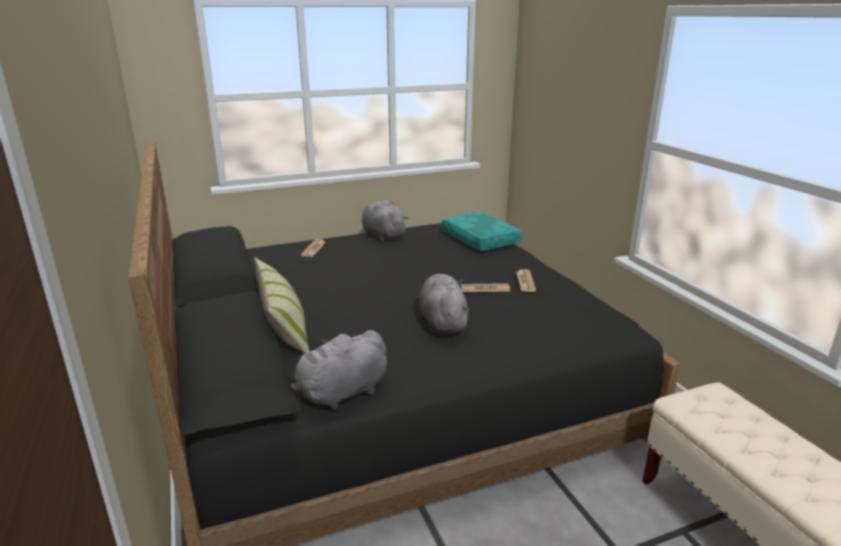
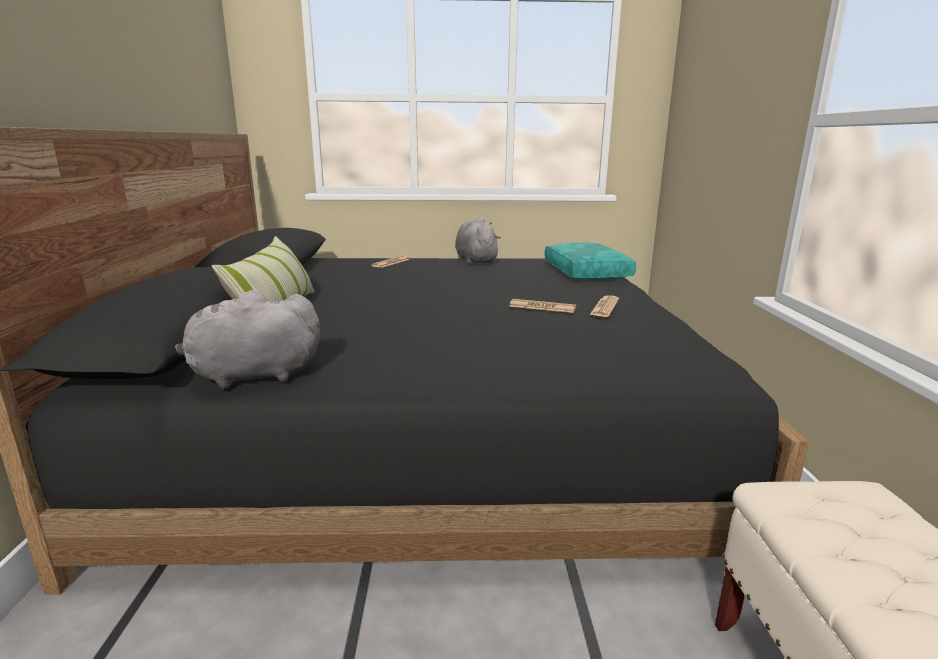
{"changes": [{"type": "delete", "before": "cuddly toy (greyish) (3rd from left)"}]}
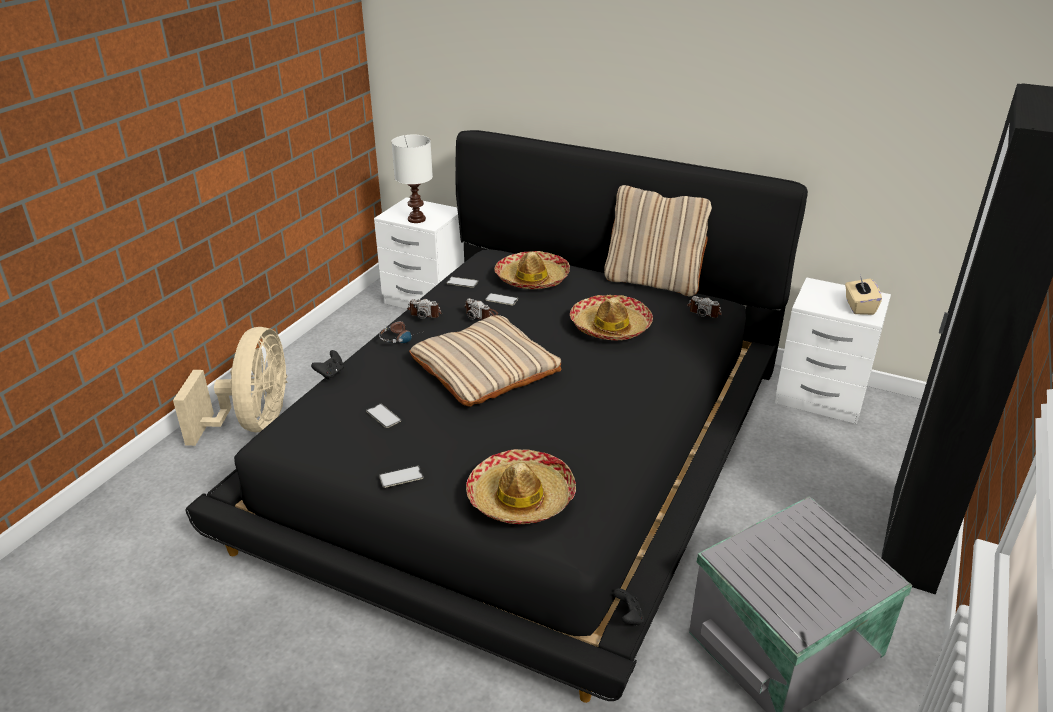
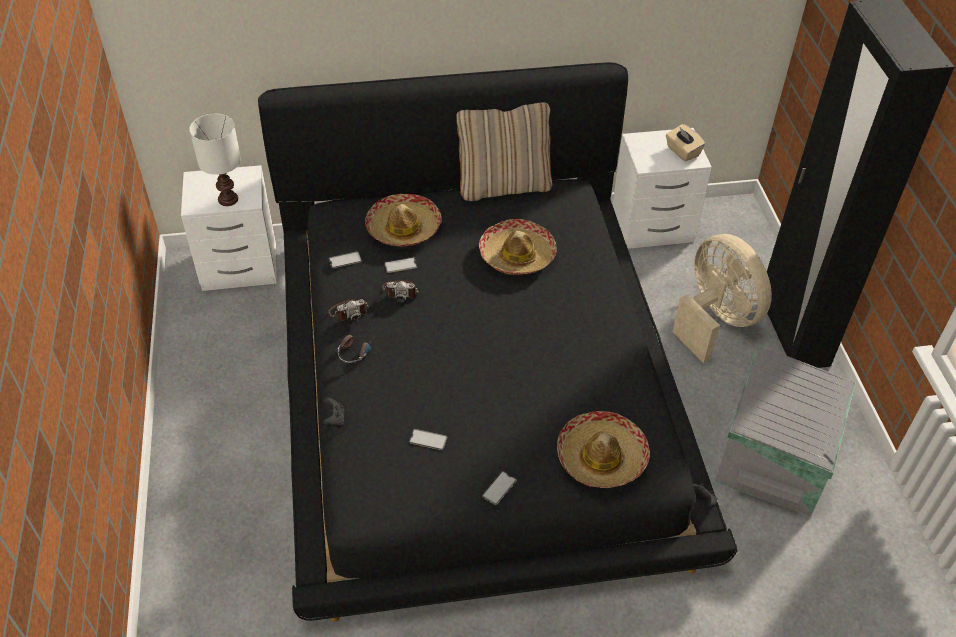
{"changes": [{"type": "move", "before": "electric fan (sand-coloured)"}, {"type": "delete", "before": "throw pillow (sand-coloured) (1st from left)"}, {"type": "delete", "before": "still camera (3rd from left)"}]}
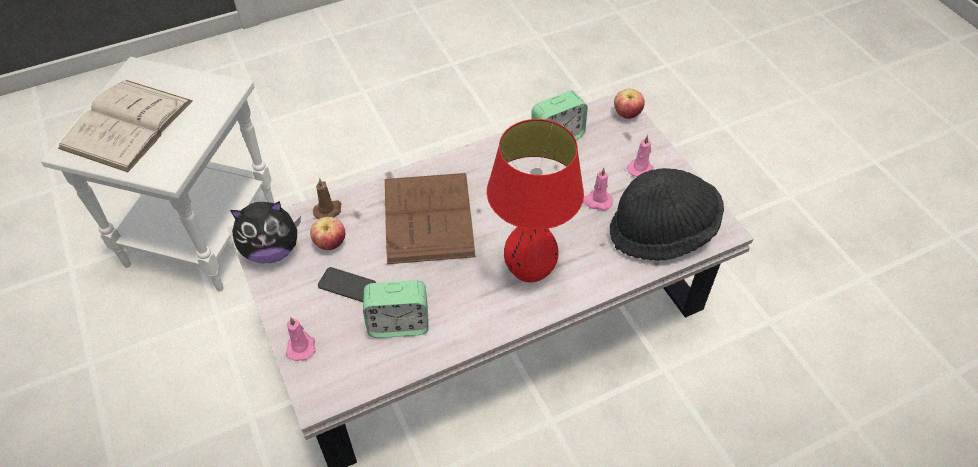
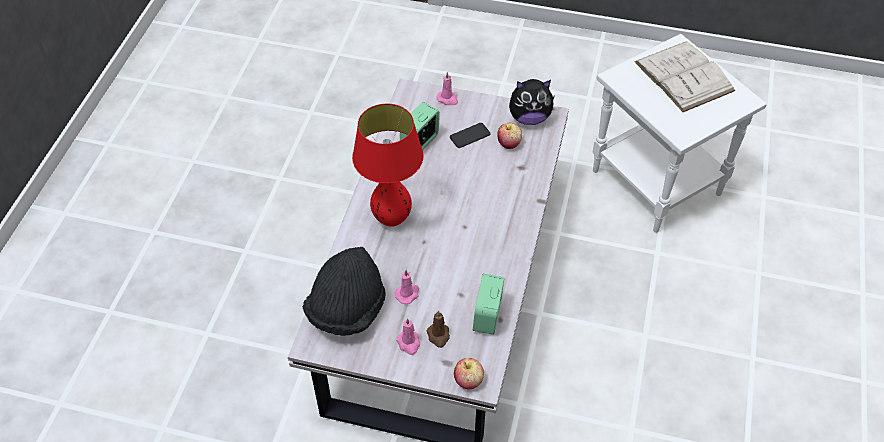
{"changes": [{"type": "rotate", "before": "cuddly toy", "turn": -120}, {"type": "move", "before": "wax candle (brownish)"}, {"type": "delete", "before": "book (brownish)"}]}
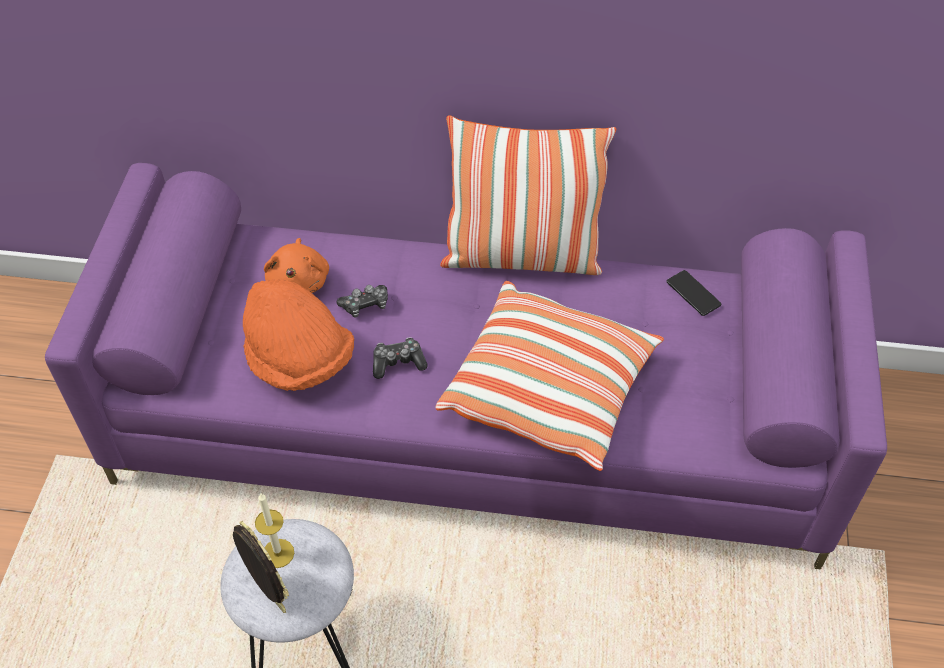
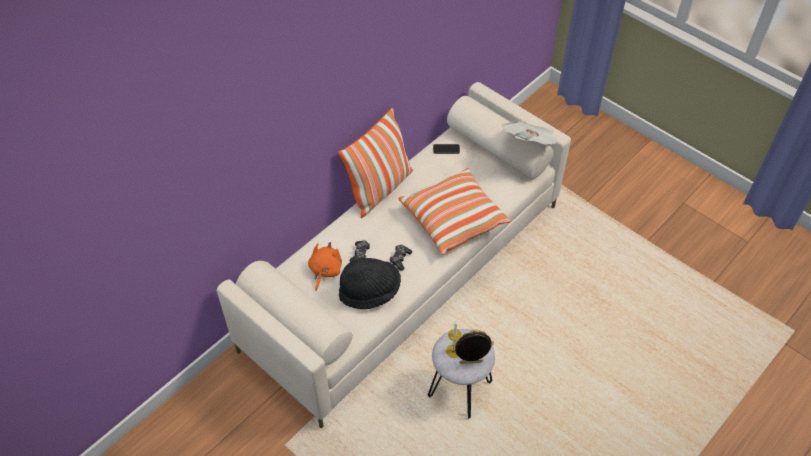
{"changes": [{"type": "recolor", "before": "settee (purple-coloured)", "after": "settee (sand-coloured)"}, {"type": "recolor", "before": "clothing hat (orange)", "after": "clothing hat (blackish)"}, {"type": "rotate", "before": "cuddly toy (orange)", "turn": -105}, {"type": "insert", "after": "printed paper"}]}
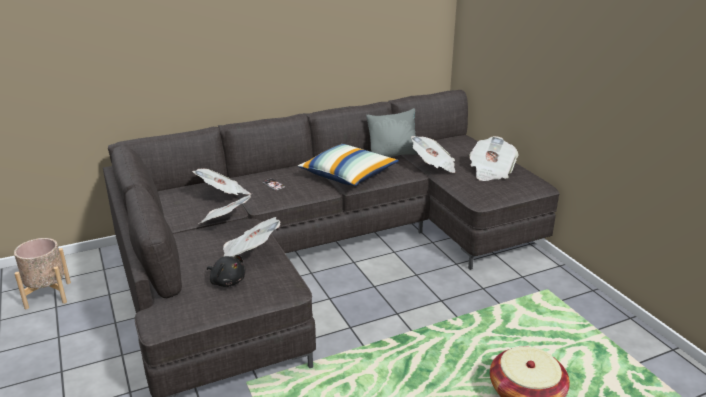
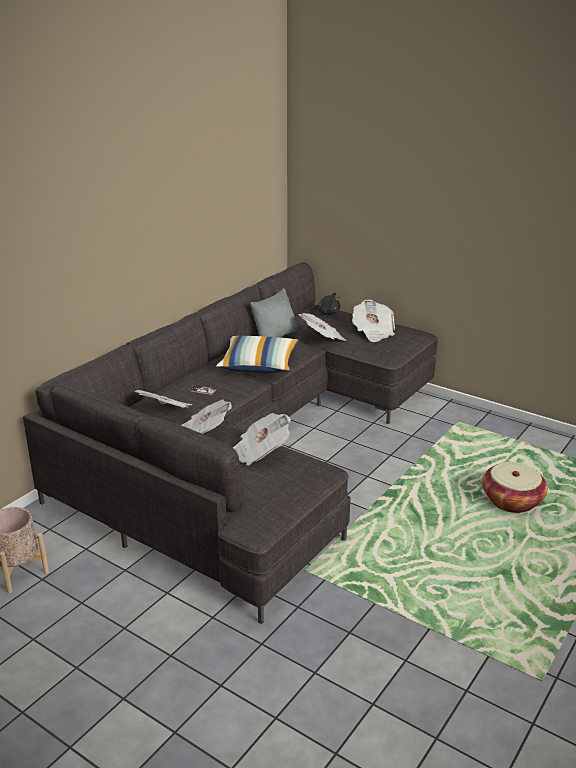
{"changes": [{"type": "move", "before": "cuddly toy (blackish)"}]}
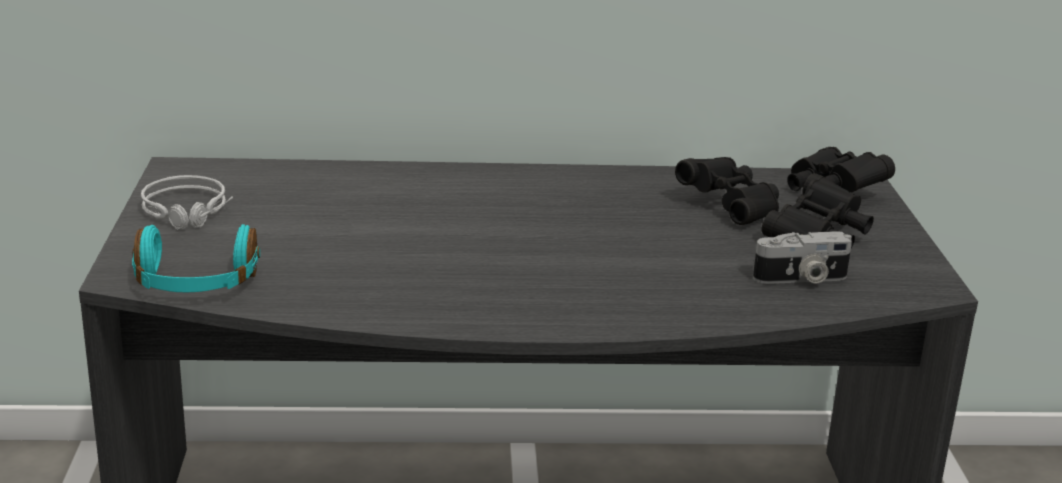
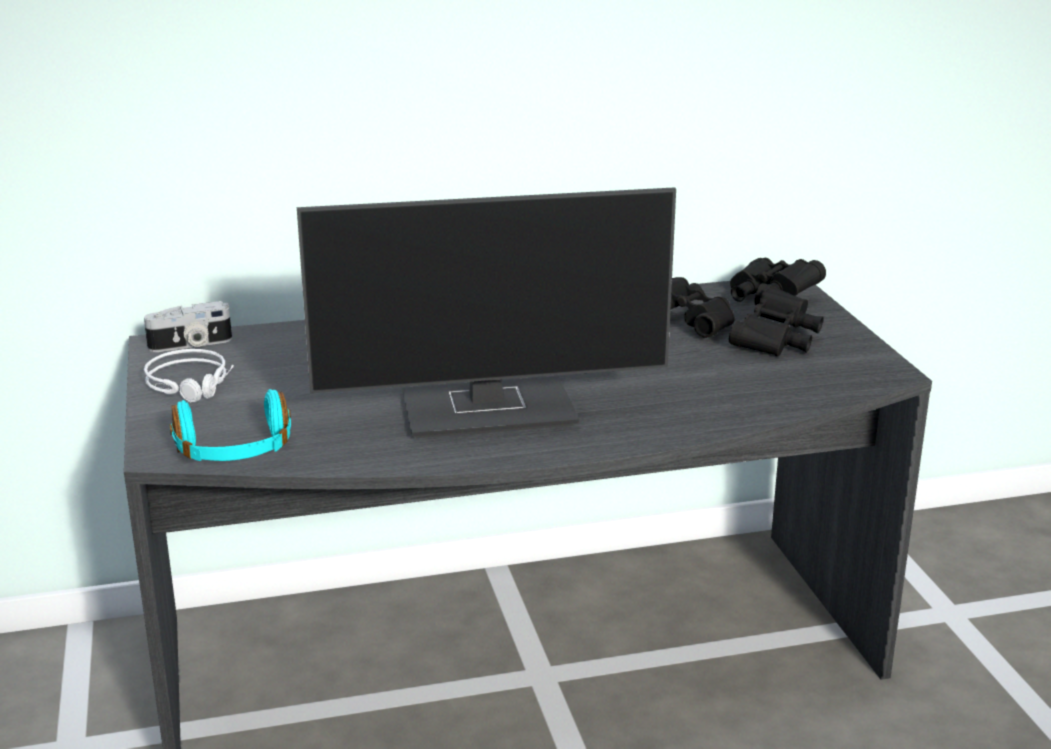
{"changes": [{"type": "move", "before": "still camera"}, {"type": "insert", "after": "computer display"}]}
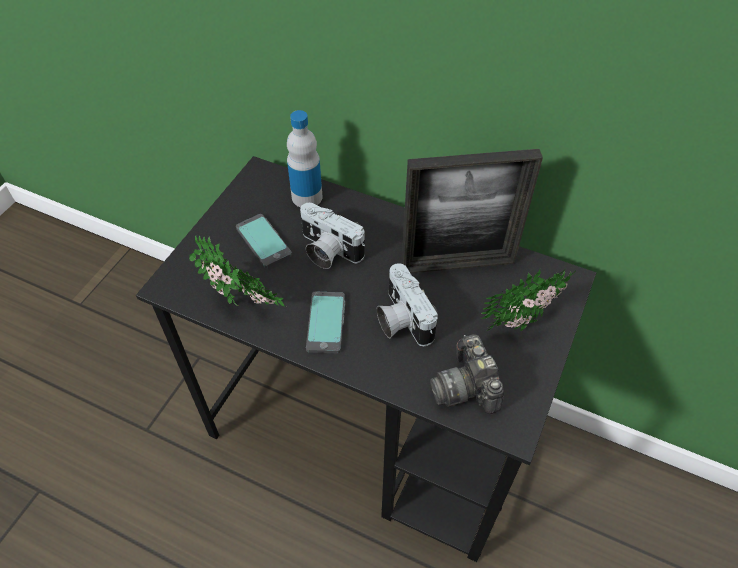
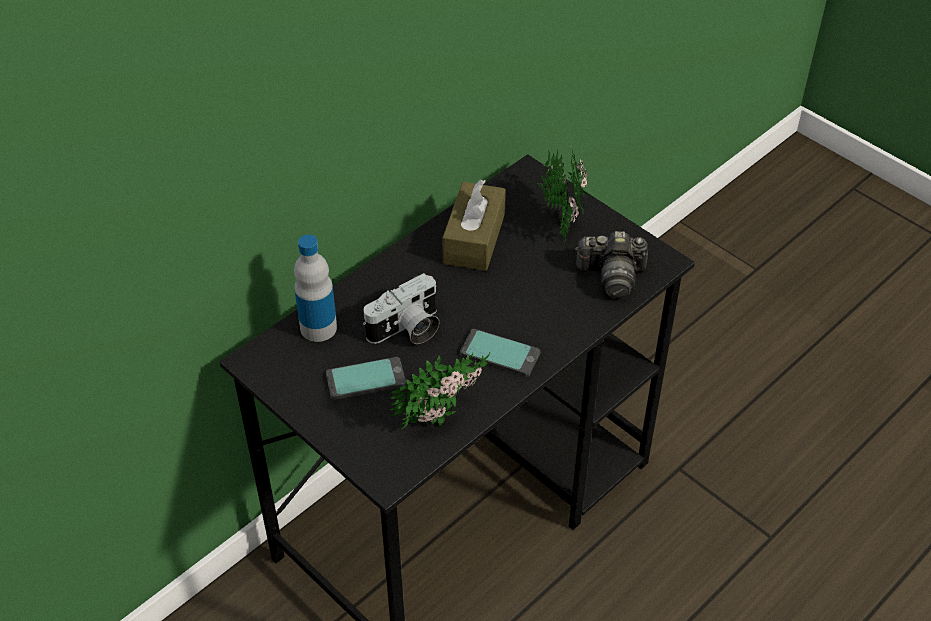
{"changes": [{"type": "delete", "before": "still camera (2nd from left)"}, {"type": "replace", "before": "picture frame", "after": "tissue holder (brownish)"}]}
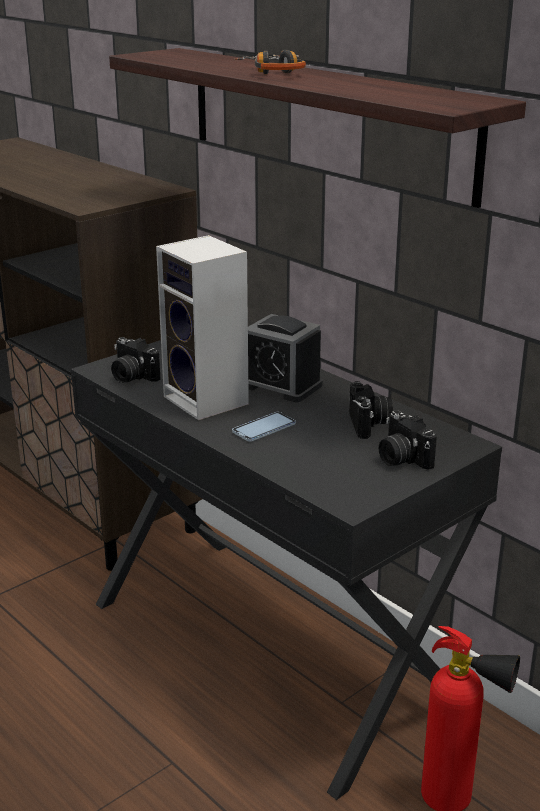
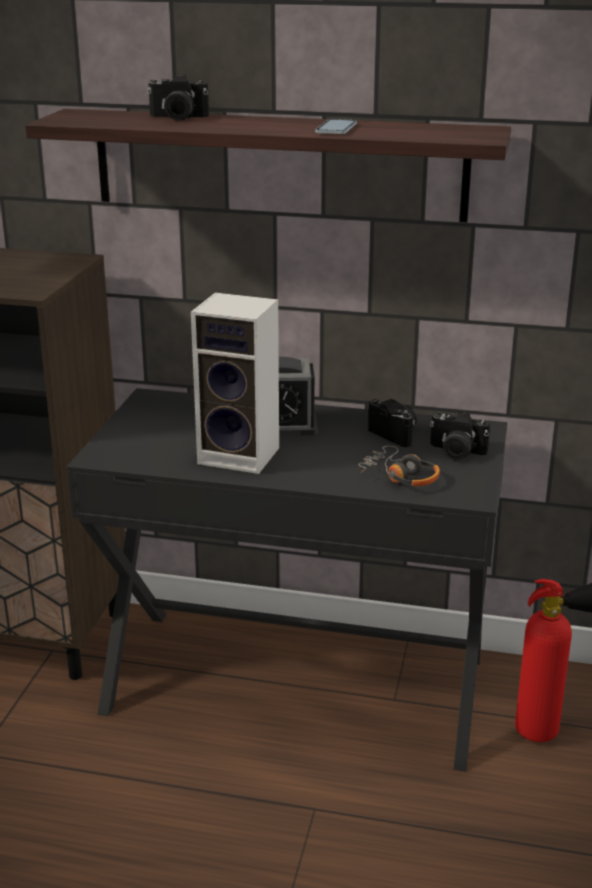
{"changes": [{"type": "move", "before": "still camera (1st from left)"}, {"type": "move", "before": "handset"}, {"type": "move", "before": "headset"}]}
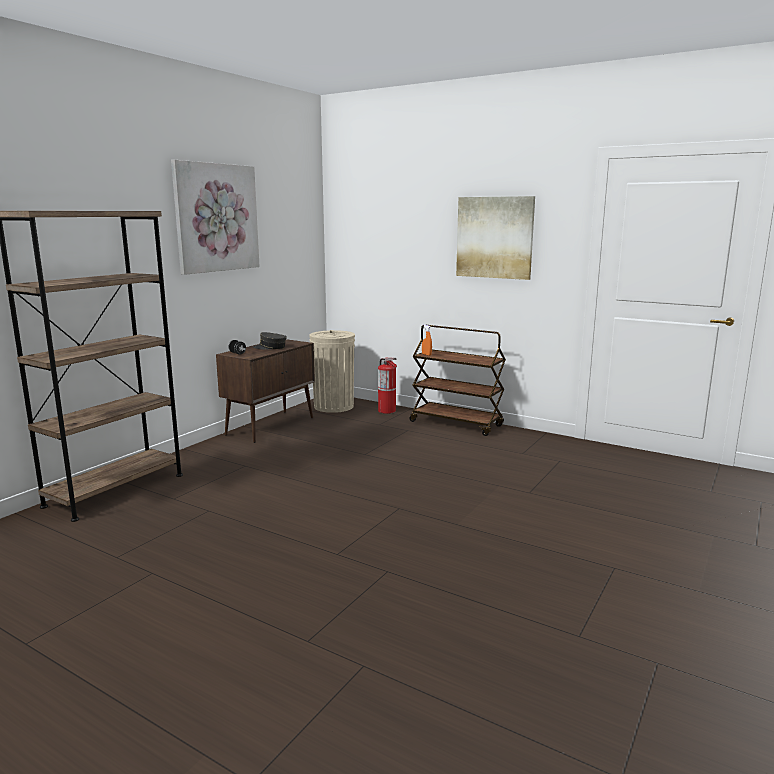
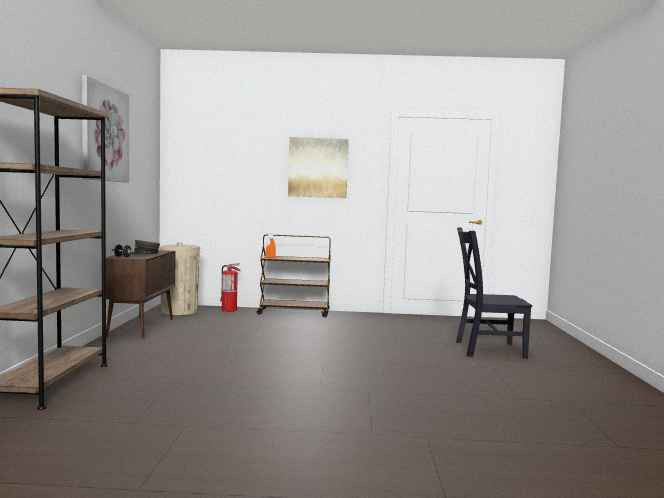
{"changes": [{"type": "insert", "after": "plain chair (blackish)"}]}
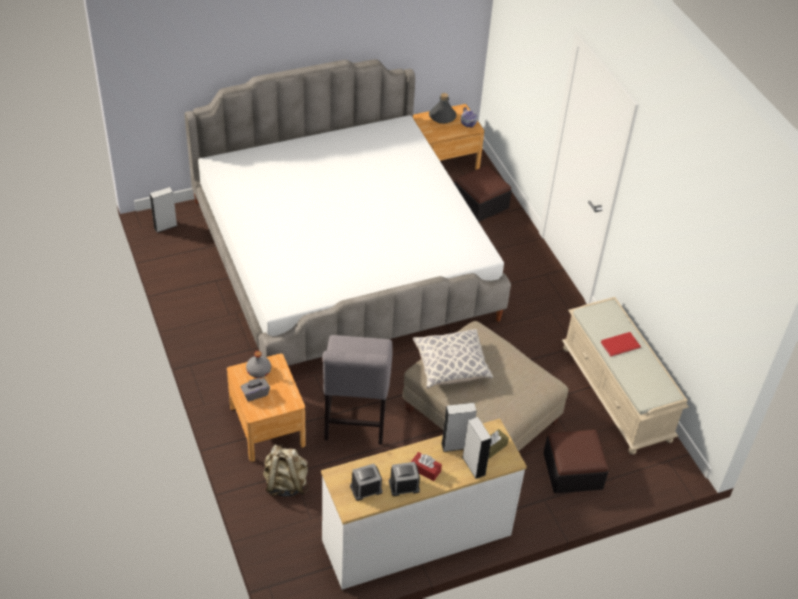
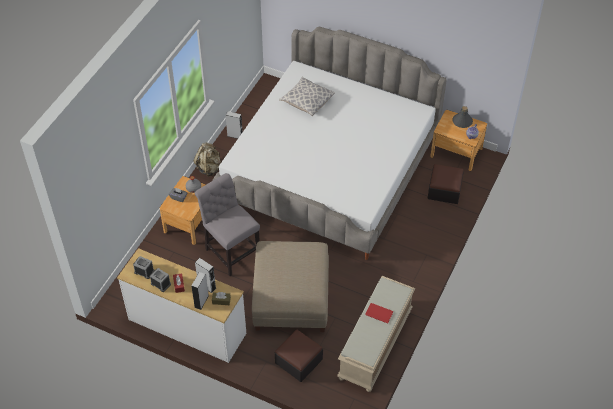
{"changes": [{"type": "move", "before": "audio speaker (greyish) (1st from left in the first image)", "after": "audio speaker (greyish) (3rd from left)"}, {"type": "move", "before": "rucksack (sand-coloured)"}, {"type": "rotate", "before": "plain chair (greyish)", "turn": 90}, {"type": "move", "before": "throw pillow"}]}
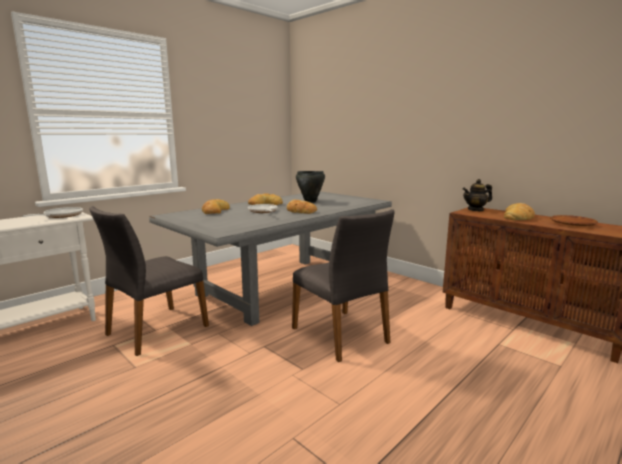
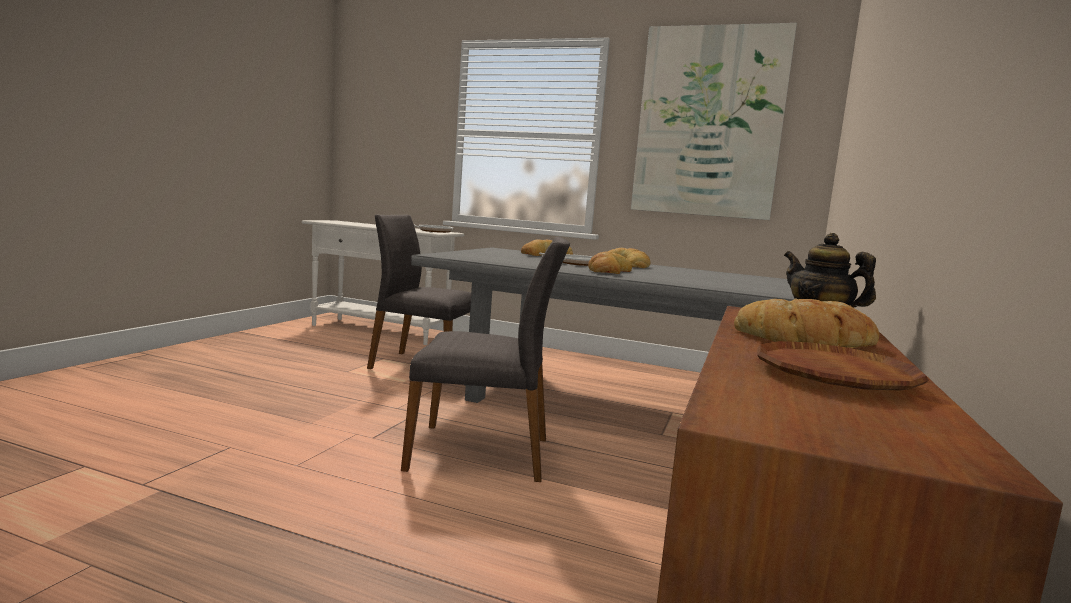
{"changes": [{"type": "rotate", "before": "plain chair (greyish) (2nd from left)", "turn": -120}, {"type": "delete", "before": "saucepot (blackish)"}, {"type": "insert", "after": "wall picture"}]}
